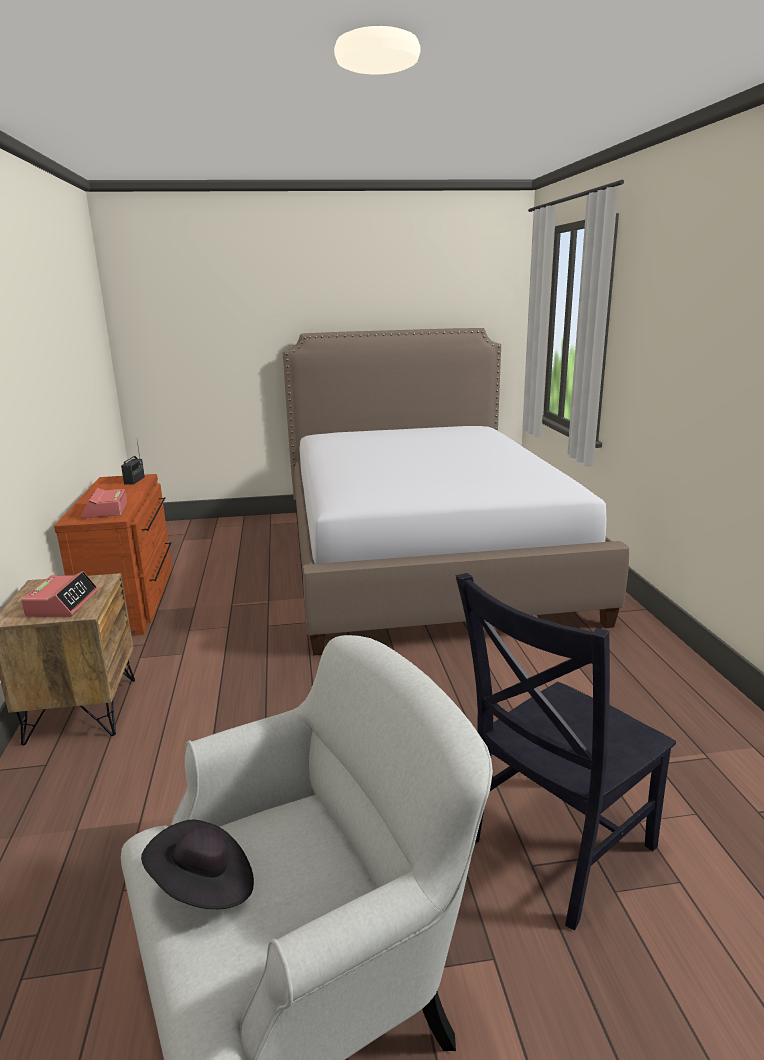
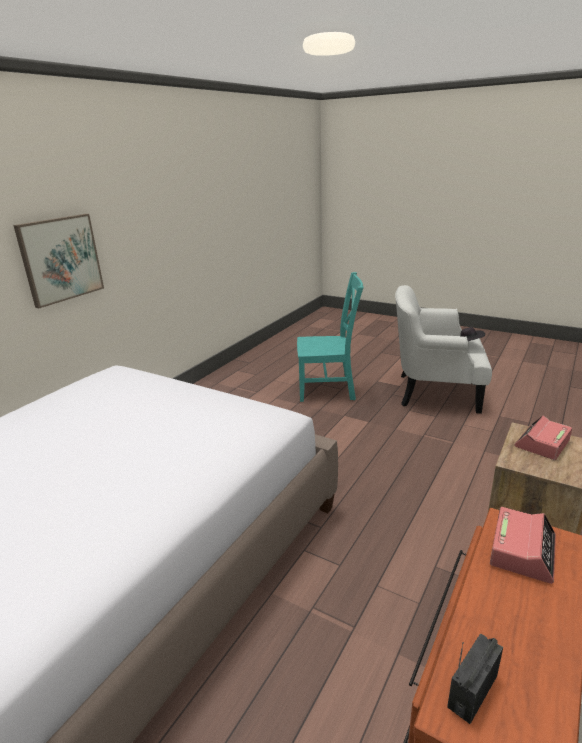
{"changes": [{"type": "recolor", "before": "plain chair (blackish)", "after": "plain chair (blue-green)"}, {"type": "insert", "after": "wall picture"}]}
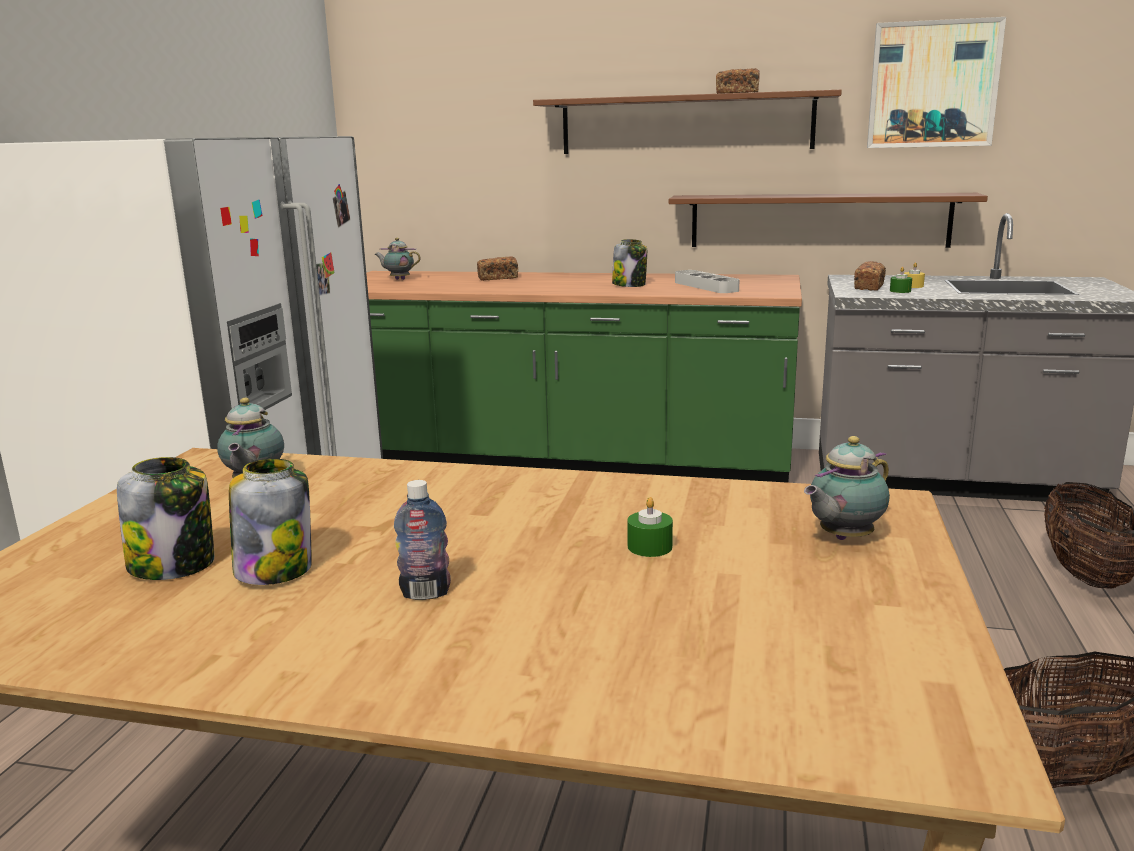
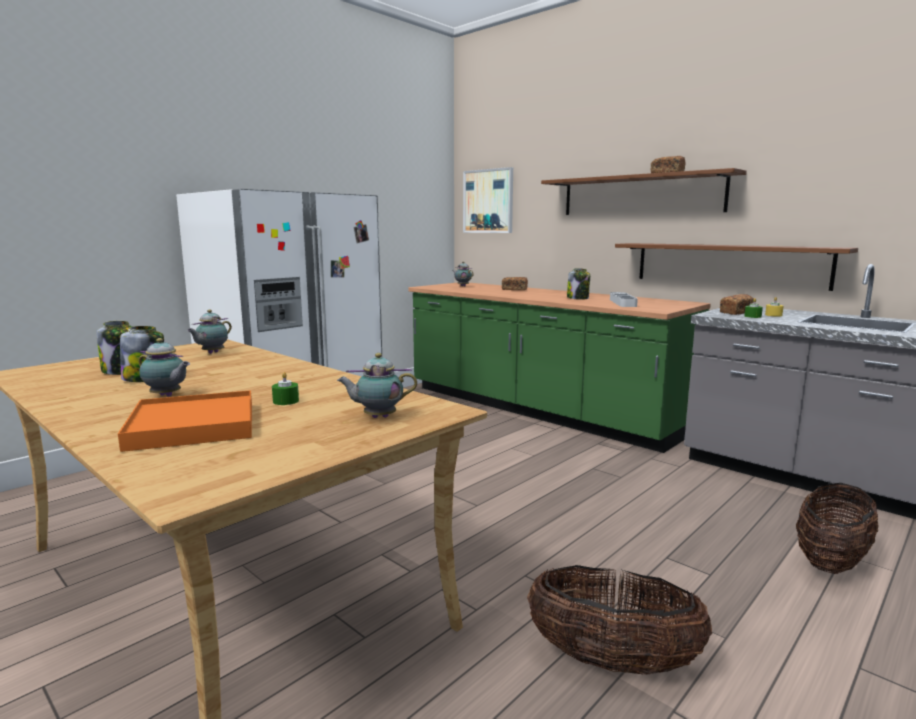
{"changes": [{"type": "replace", "before": "bottle", "after": "tea pot (1st from left)"}, {"type": "move", "before": "wall picture"}, {"type": "insert", "after": "carrying tray (orange)"}]}
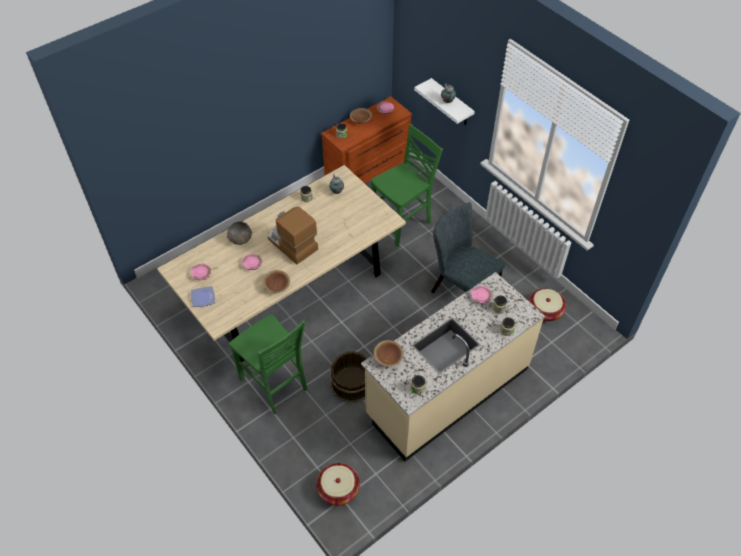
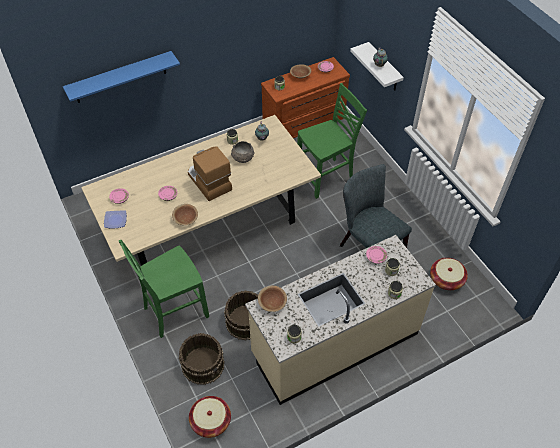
{"changes": [{"type": "move", "before": "serving bowl (greyish)"}, {"type": "rotate", "before": "plain chair (greenish) (1st from left)", "turn": 90}, {"type": "insert", "after": "wall shelf (blue)"}, {"type": "insert", "after": "bucket (brownish) (1st from left)"}]}
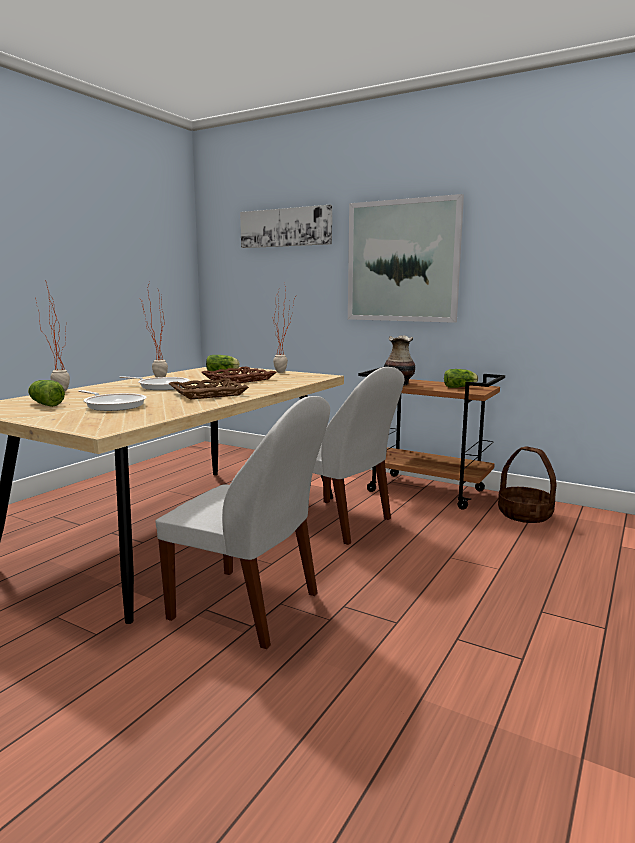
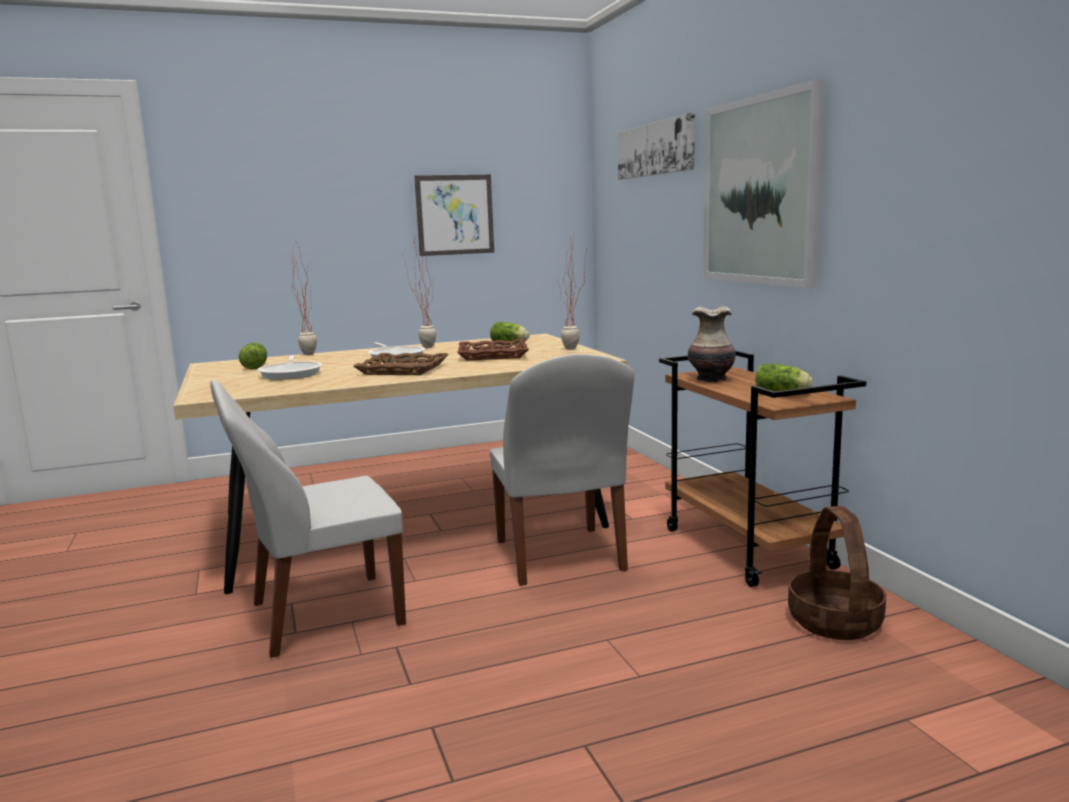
{"changes": [{"type": "rotate", "before": "plain chair (white) (1st from left)", "turn": 90}, {"type": "insert", "after": "wall picture (1st from left)"}]}
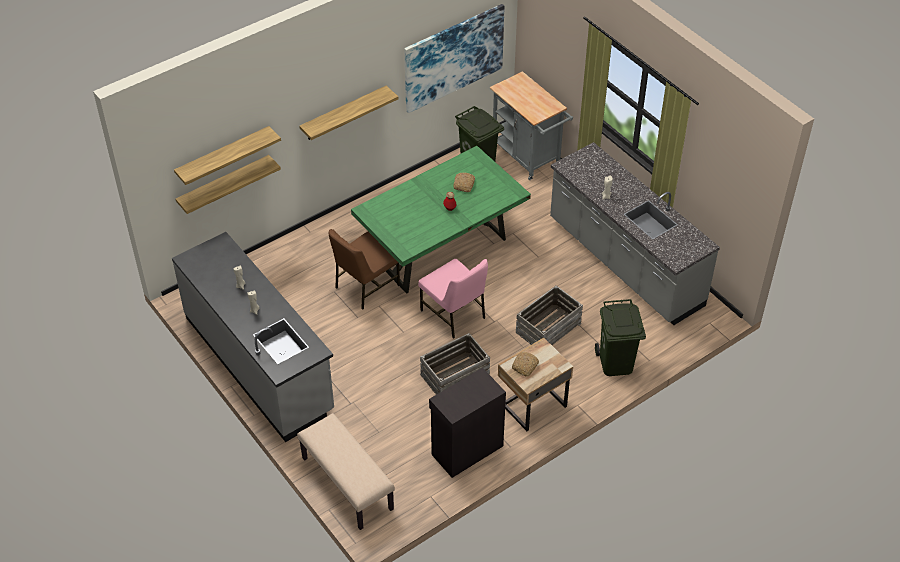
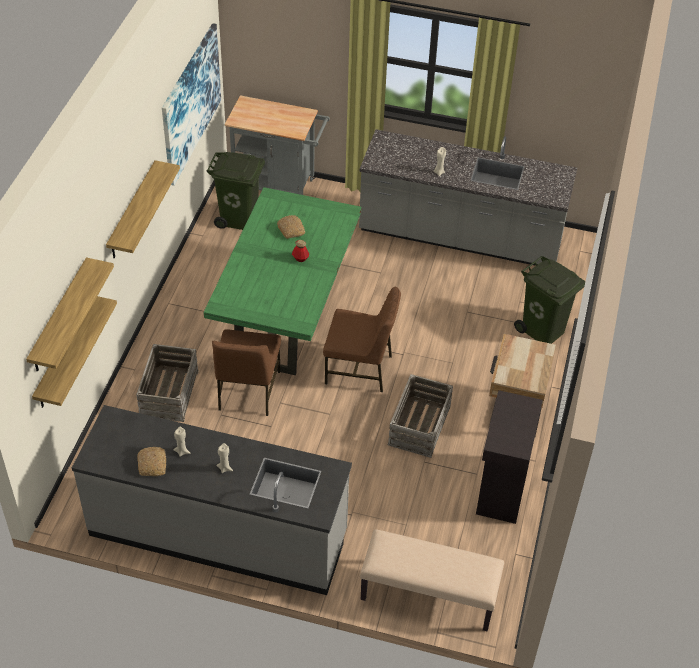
{"changes": [{"type": "recolor", "before": "plain chair (pinkish)", "after": "plain chair (brownish) (2nd from left)"}, {"type": "move", "before": "bread (2nd from left in the first image)", "after": "bread (1st from left)"}, {"type": "move", "before": "packing crate (2nd from left in the first image)", "after": "packing crate (1st from left)"}]}
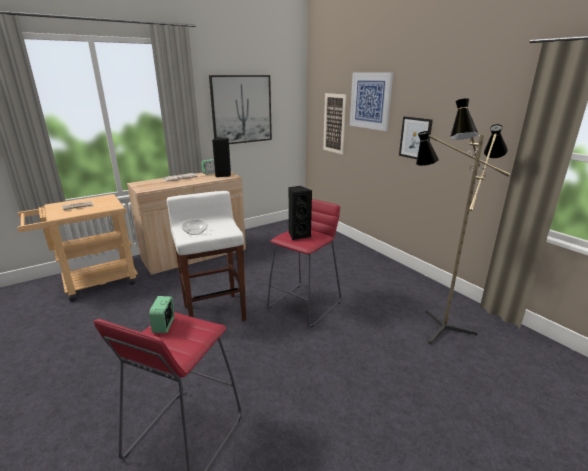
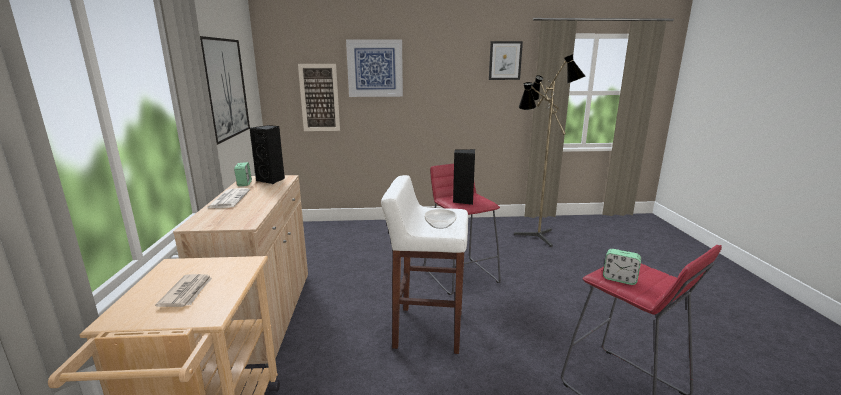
{"changes": [{"type": "move", "before": "wall picture (4th from left)"}]}
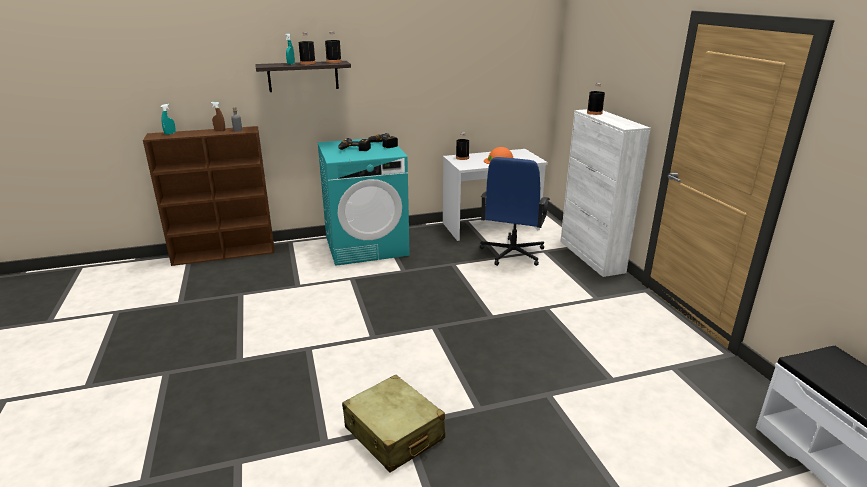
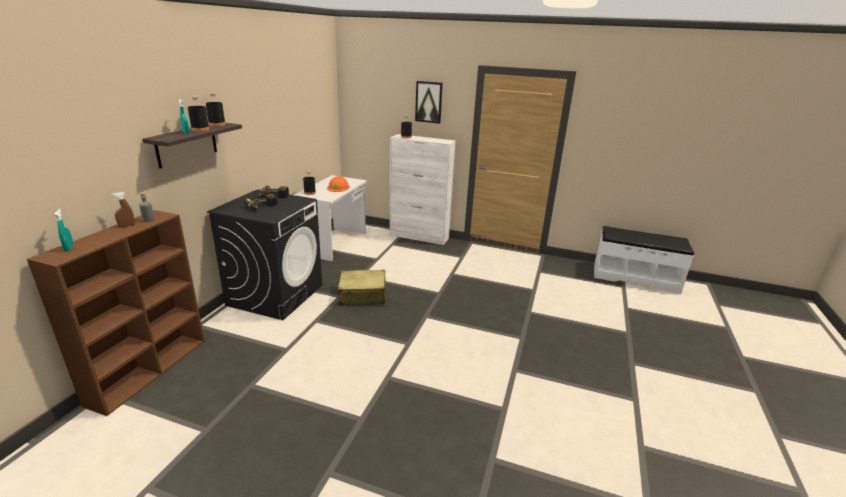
{"changes": [{"type": "recolor", "before": "laundry appliance (blue-green)", "after": "laundry appliance (blackish)"}, {"type": "move", "before": "travel case (sand-coloured)"}, {"type": "delete", "before": "computer chair (blue)"}, {"type": "insert", "after": "wall picture"}]}
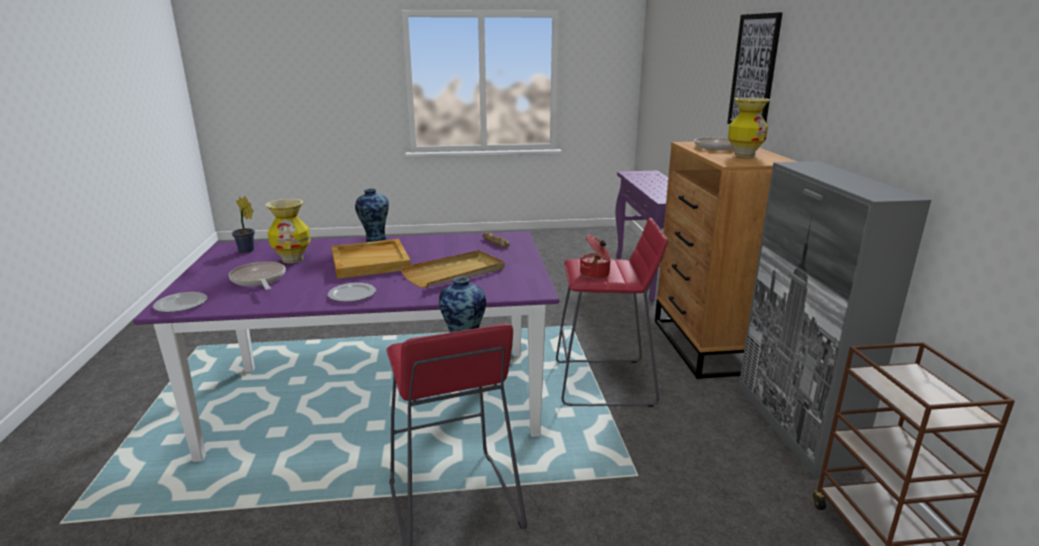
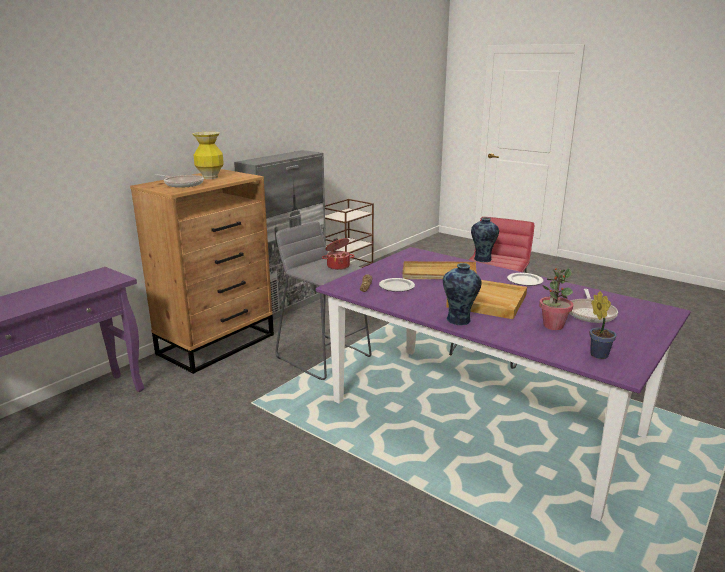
{"changes": [{"type": "move", "before": "plate (1st from left)"}, {"type": "replace", "before": "decorative vase (1st from left)", "after": "plant in a pot (1st from left)"}, {"type": "recolor", "before": "stool (reddish) (2nd from left)", "after": "stool (greyish)"}, {"type": "delete", "before": "wall picture"}]}
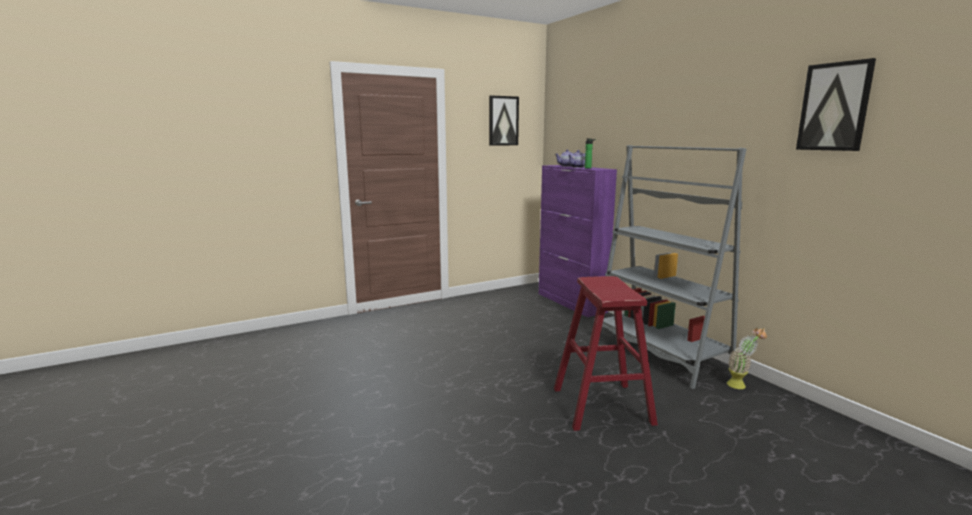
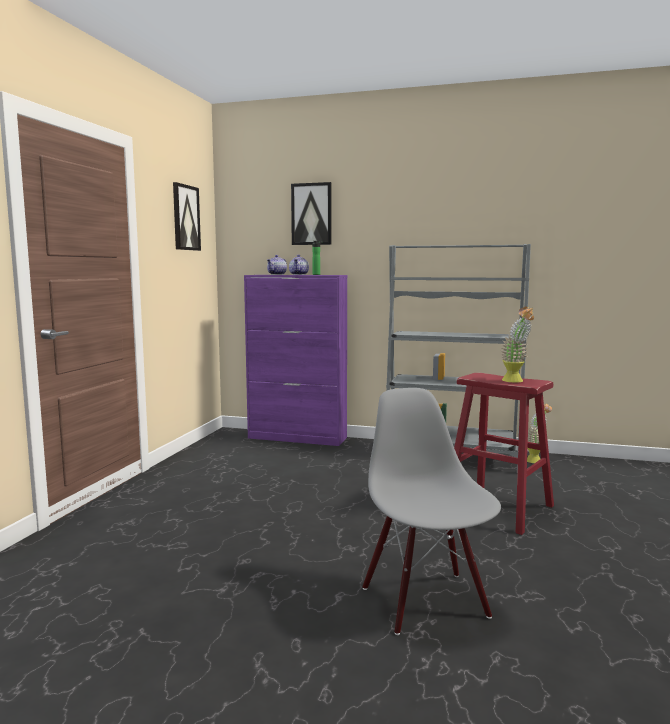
{"changes": [{"type": "move", "before": "wall picture (2nd from left)"}, {"type": "insert", "after": "plain chair (greyish)"}, {"type": "insert", "after": "plant in a pot (1st from left)"}]}
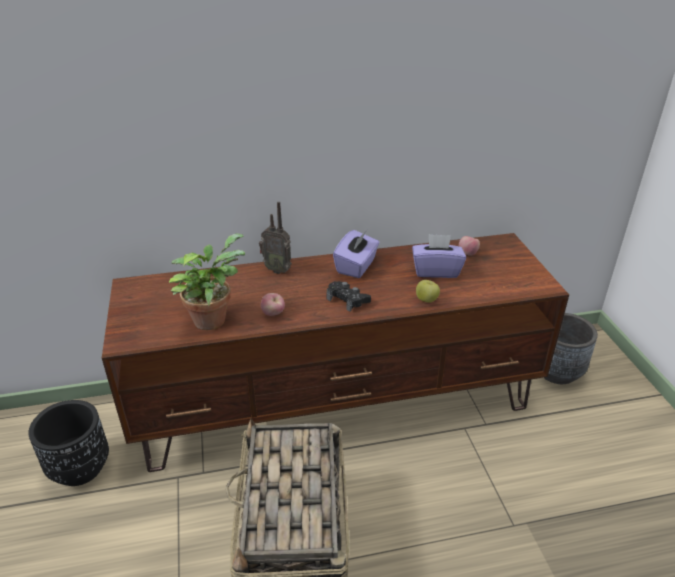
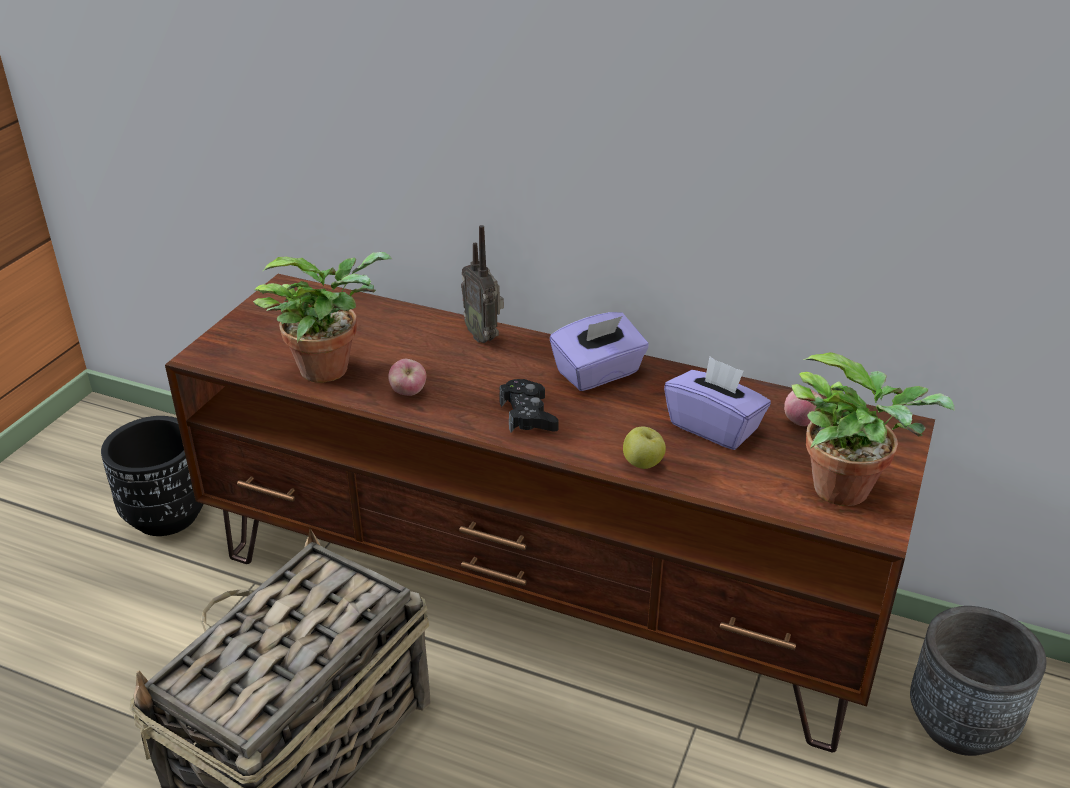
{"changes": [{"type": "insert", "after": "plant in a pot (2nd from left)"}]}
